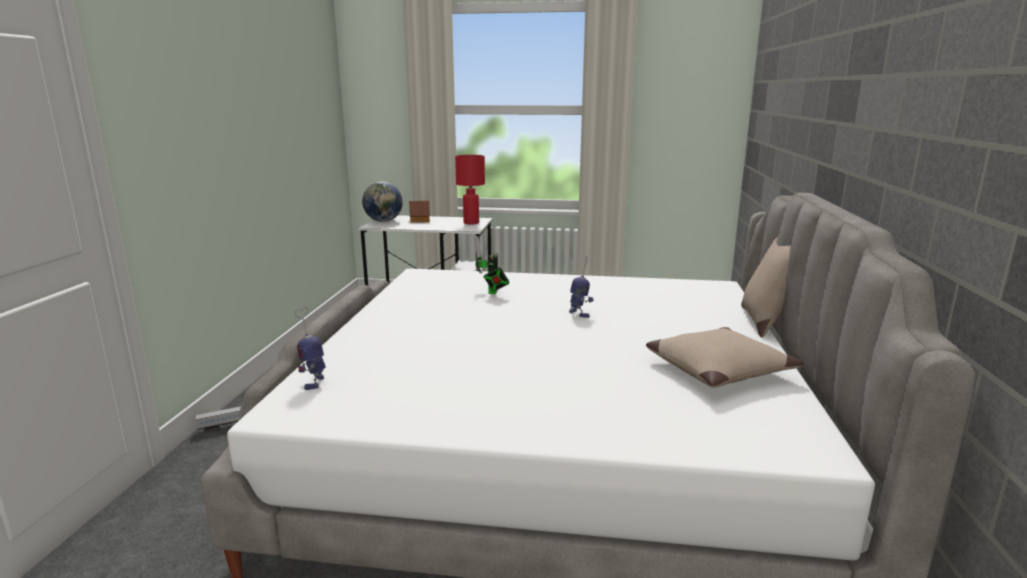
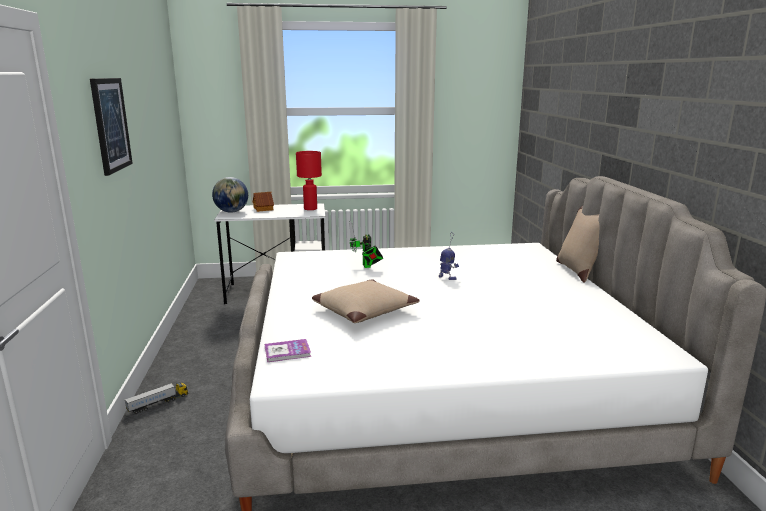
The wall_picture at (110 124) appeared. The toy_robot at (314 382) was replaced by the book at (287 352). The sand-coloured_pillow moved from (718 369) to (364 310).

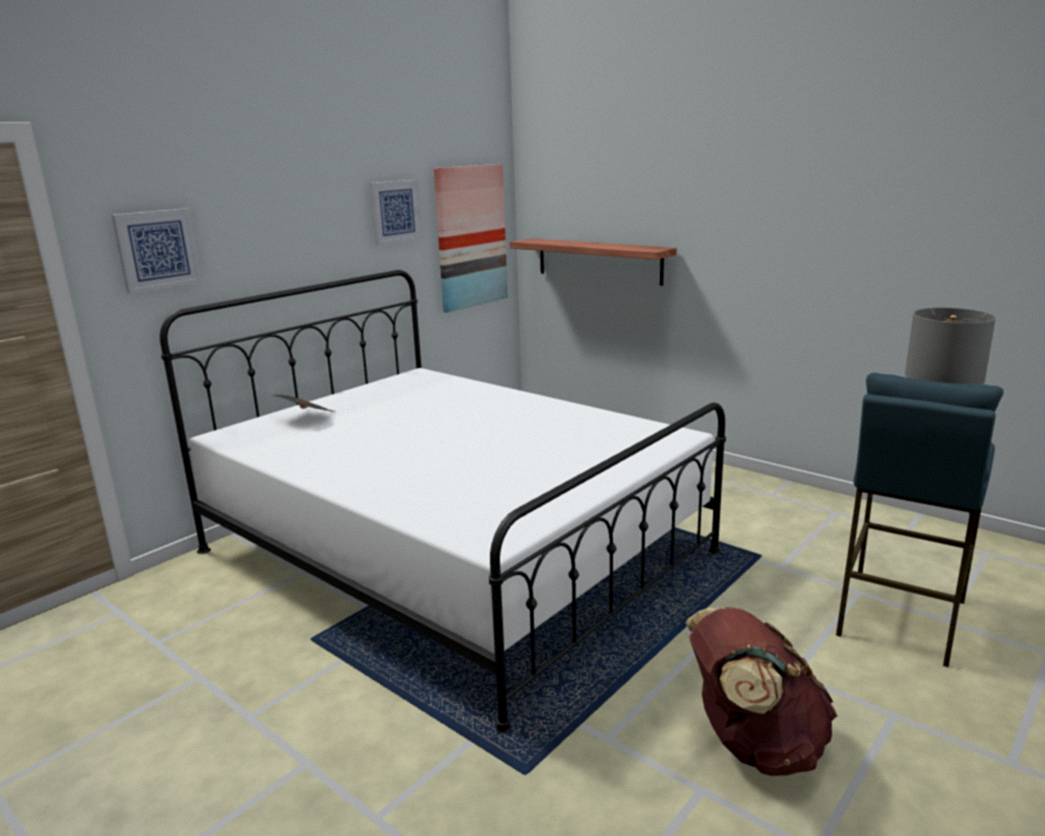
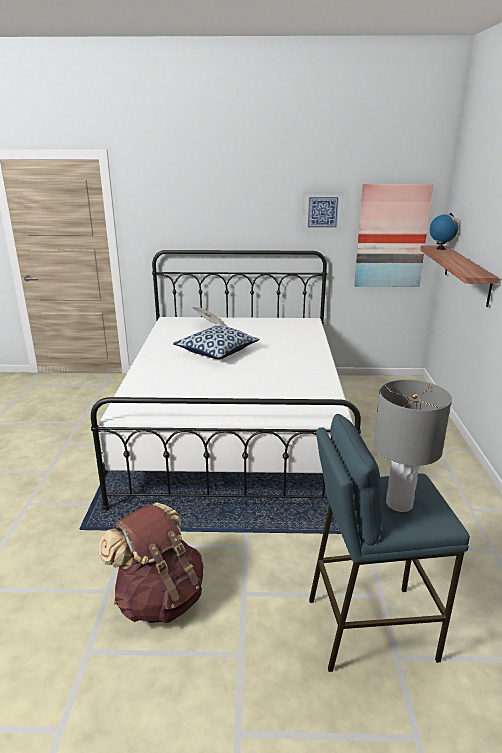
The pillow at (217 352) appeared. The desk_globe at (440 249) appeared. The wall_picture at (157 250) disappeared.

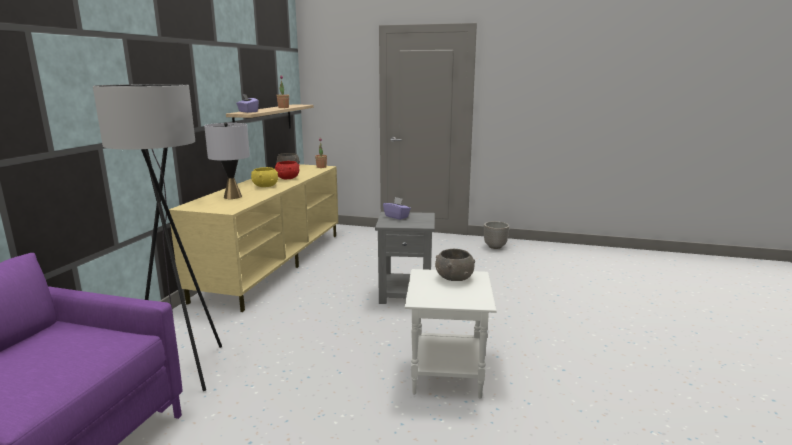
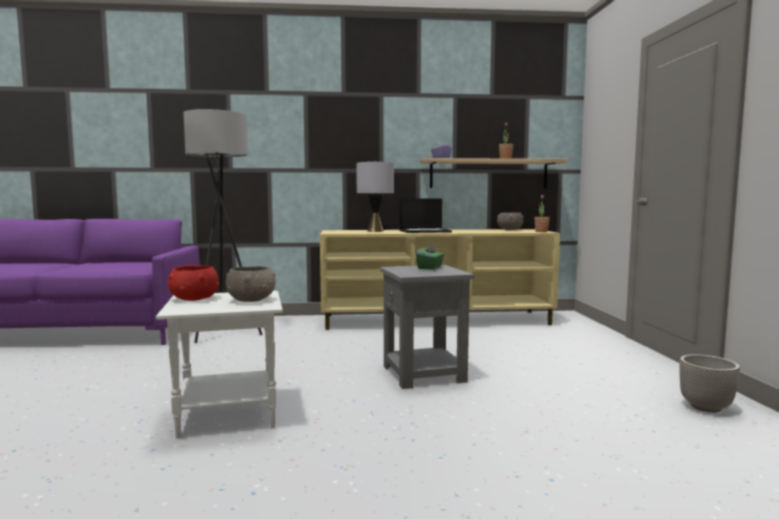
The reddish_deep_dish moved from (287 178) to (193 299). The yellowish_deep_dish at (265 186) was replaced by the notebook_computer at (425 231). The purple-coloured_box_of_tissues at (397 216) became the green-coloured_box_of_tissues at (430 268).

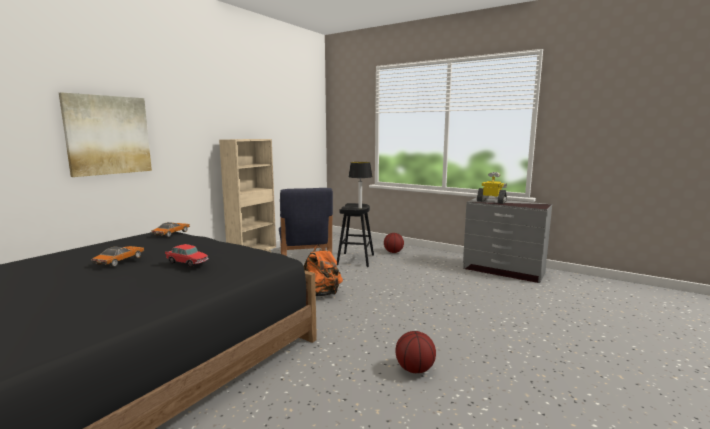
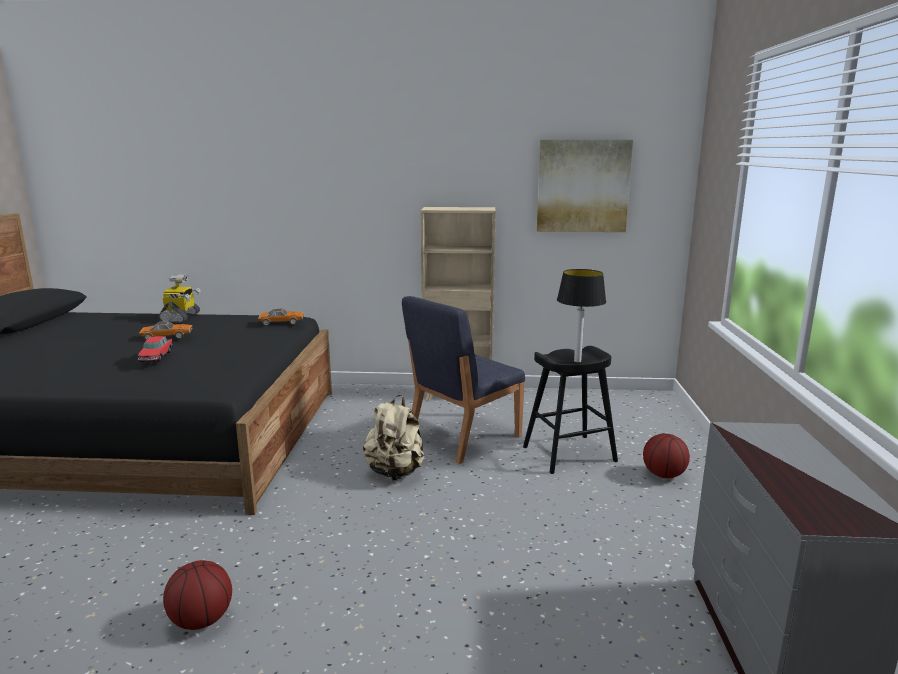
The toy_robot moved from (492 201) to (181 318). The orange_backpack at (321 295) became the sand-coloured_backpack at (395 473). The wall_picture moved from (108 135) to (583 186).

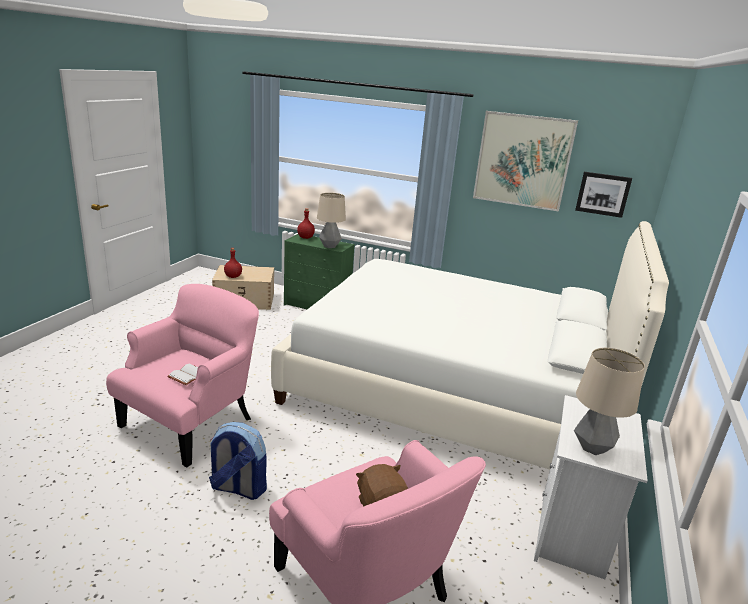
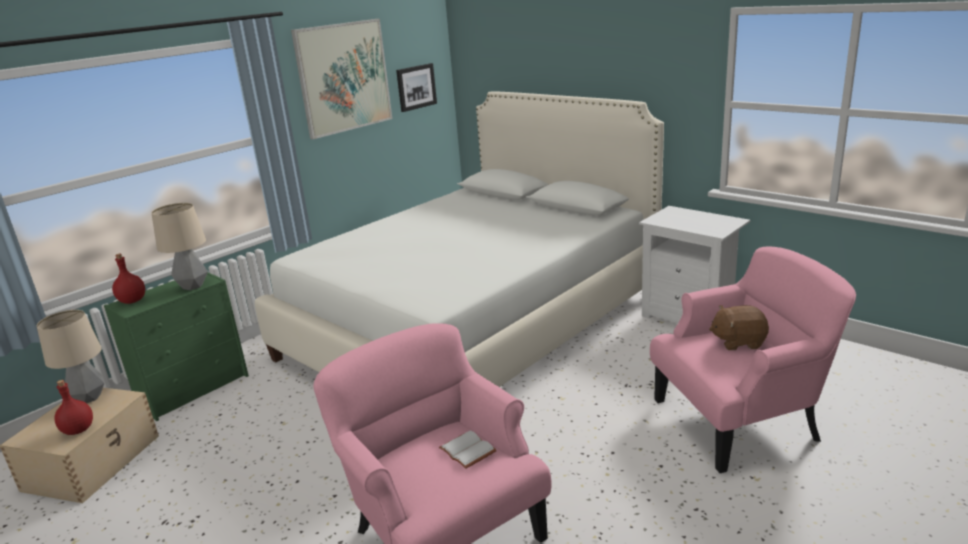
The lamp_for_a_table moved from (592 447) to (88 398). The backpack at (238 488) disappeared.

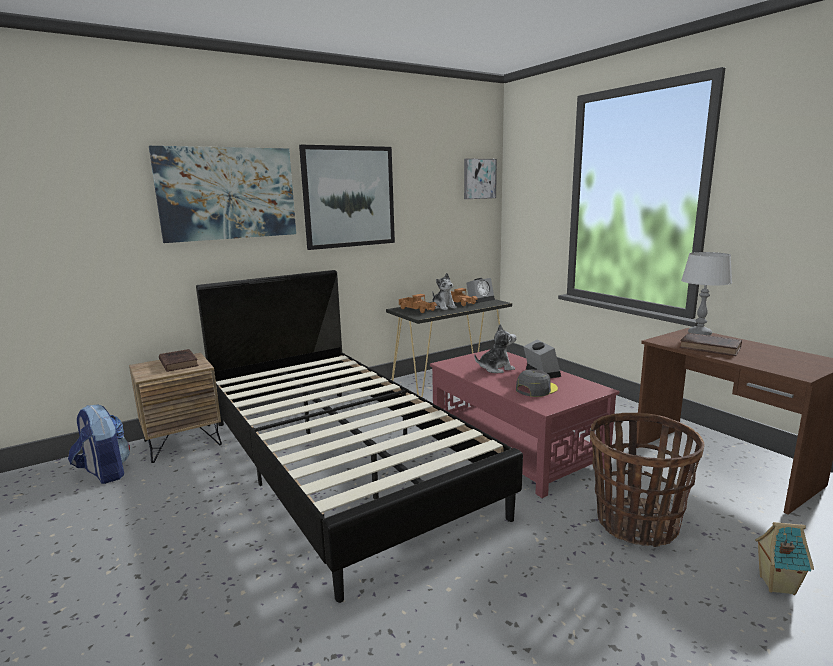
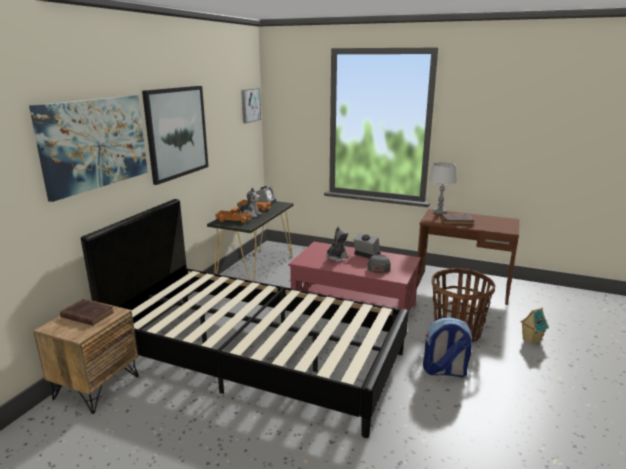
The backpack moved from (104 473) to (444 371).

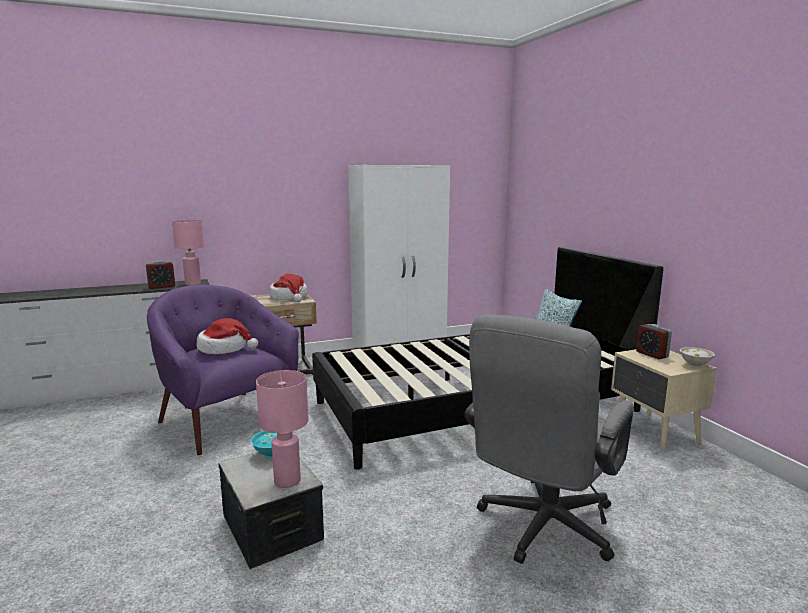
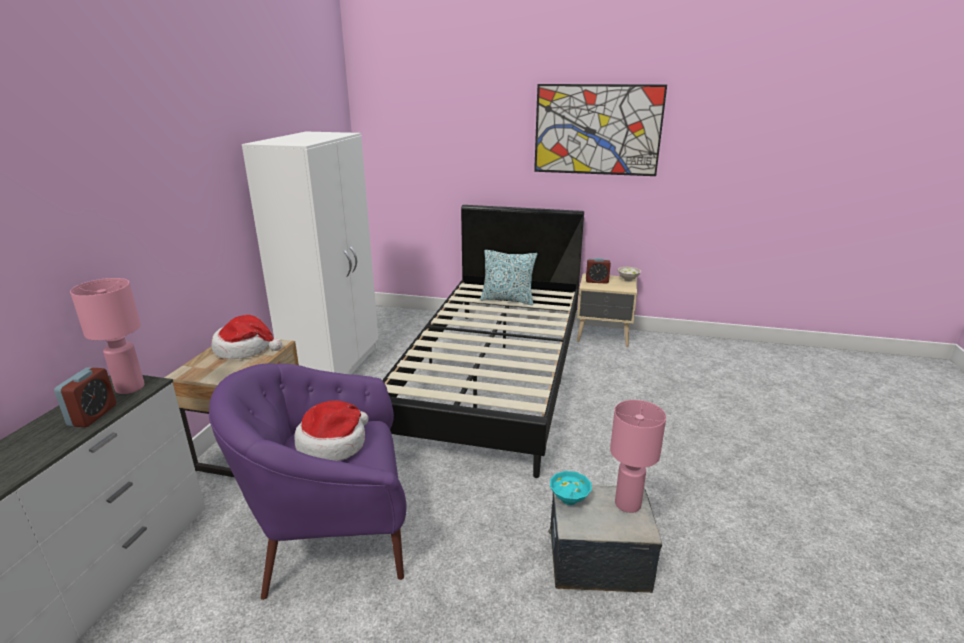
The wall_picture at (597 130) appeared. The grey_desk_chair at (541 529) disappeared.

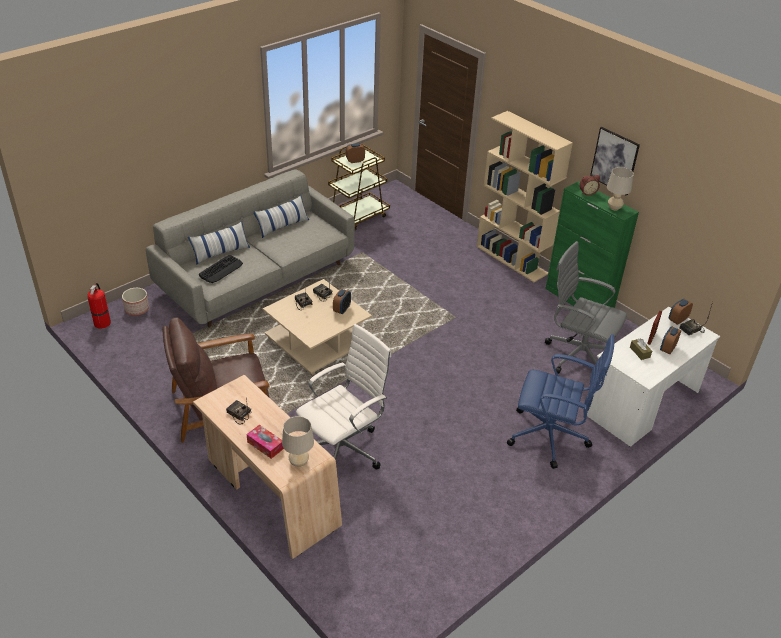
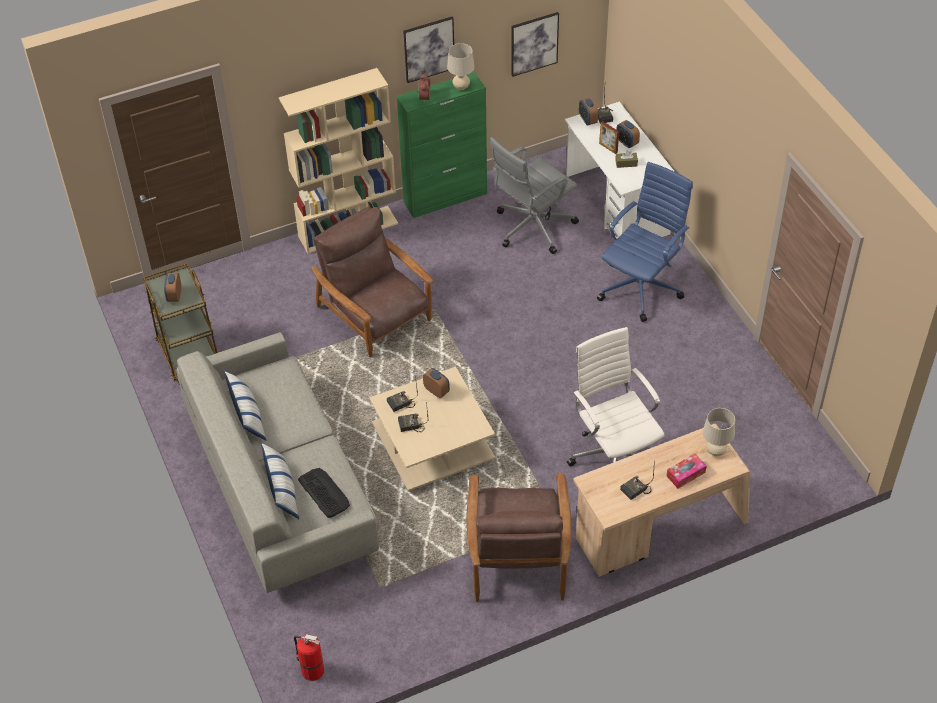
The brown_lounge_chair at (375 314) appeared. The wall_picture at (534 43) appeared. The plant_pot at (137 309) disappeared.

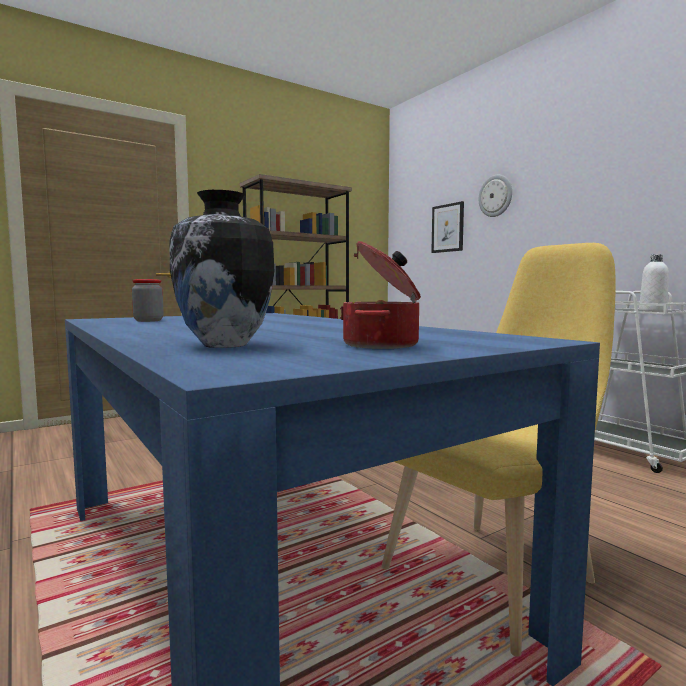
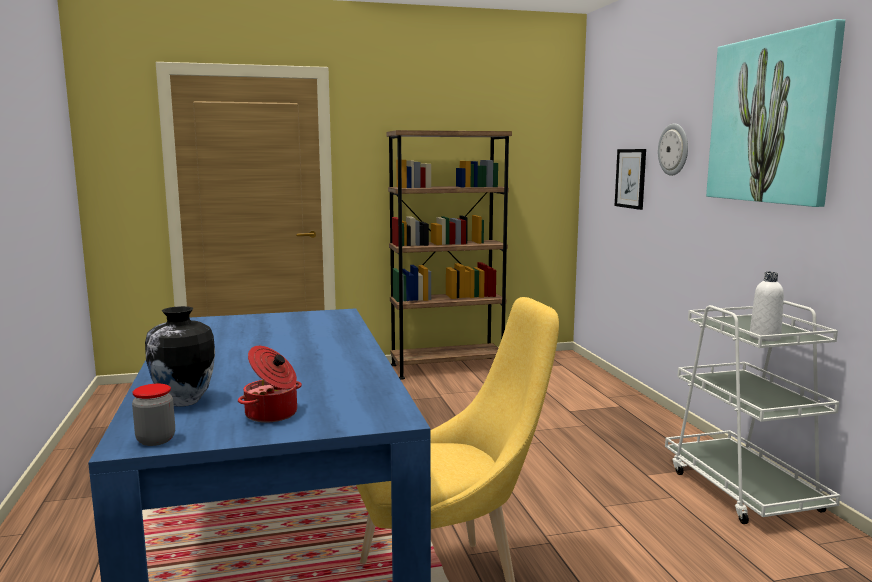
The storage_jar moved from (148 321) to (156 440). The wall_picture at (771 120) appeared.

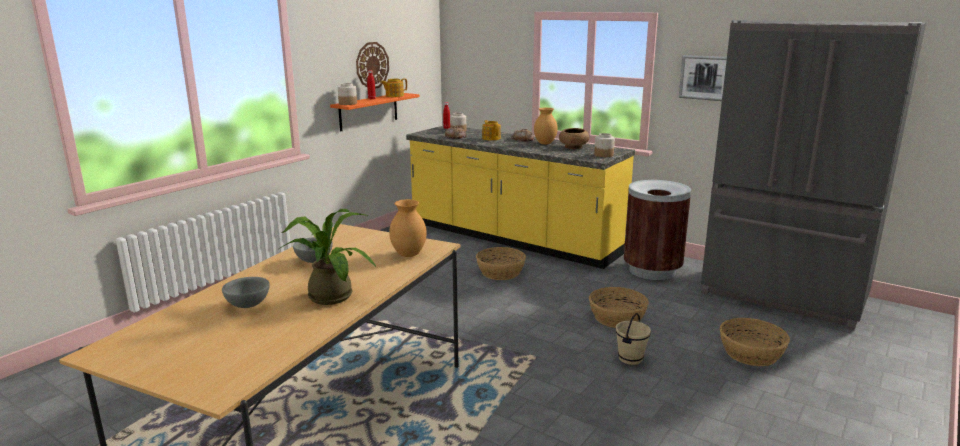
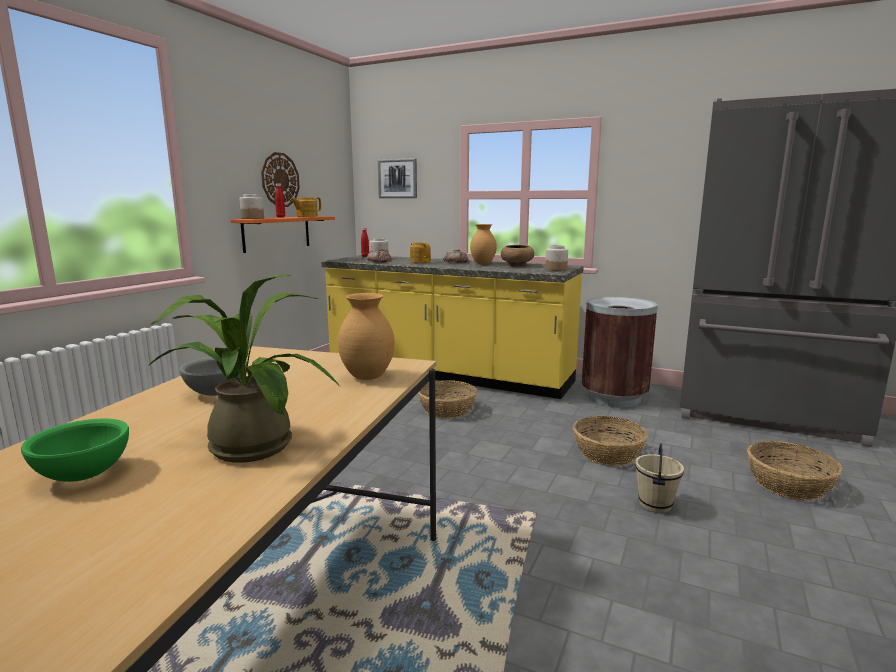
The grey_deep_dish at (247 305) became the green-coloured_deep_dish at (82 475). The wall_picture moved from (705 77) to (397 178).

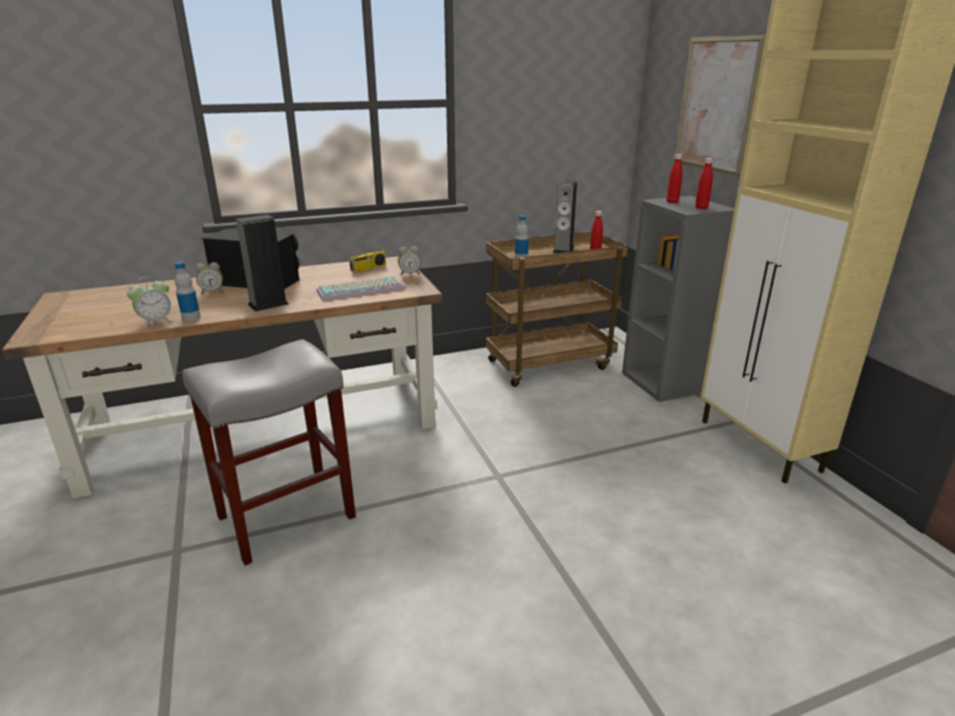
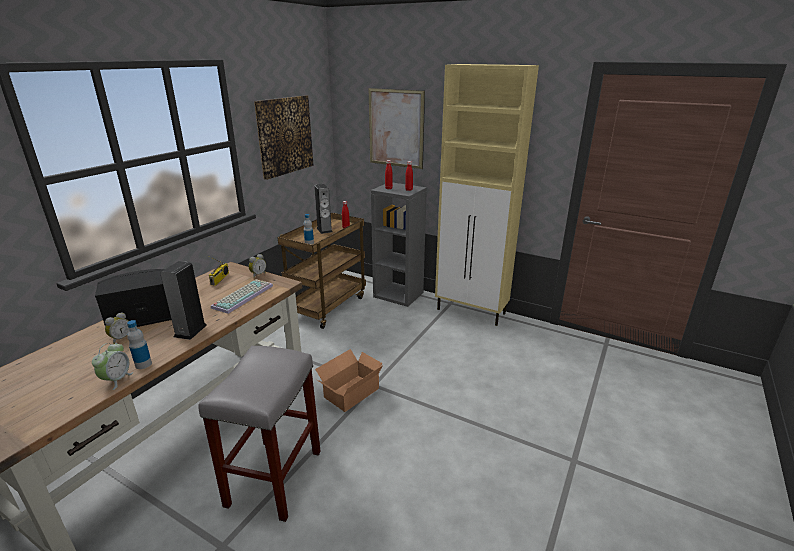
The wall_picture at (284 136) appeared. The packing_box at (349 392) appeared.

